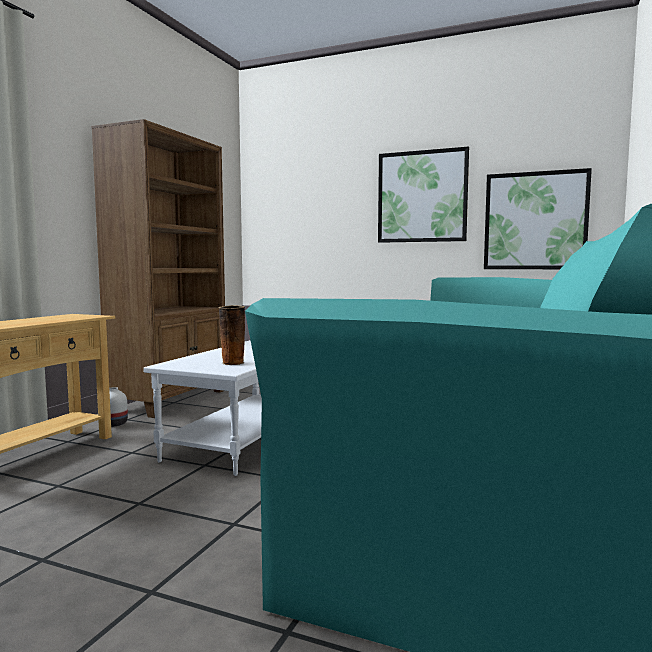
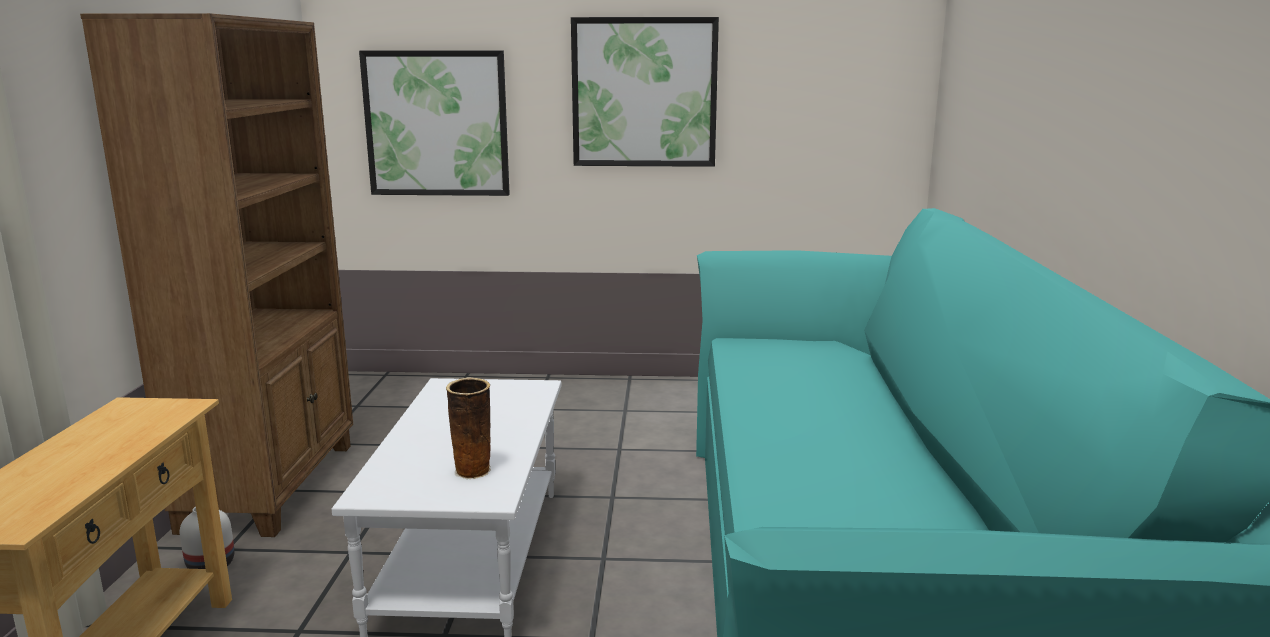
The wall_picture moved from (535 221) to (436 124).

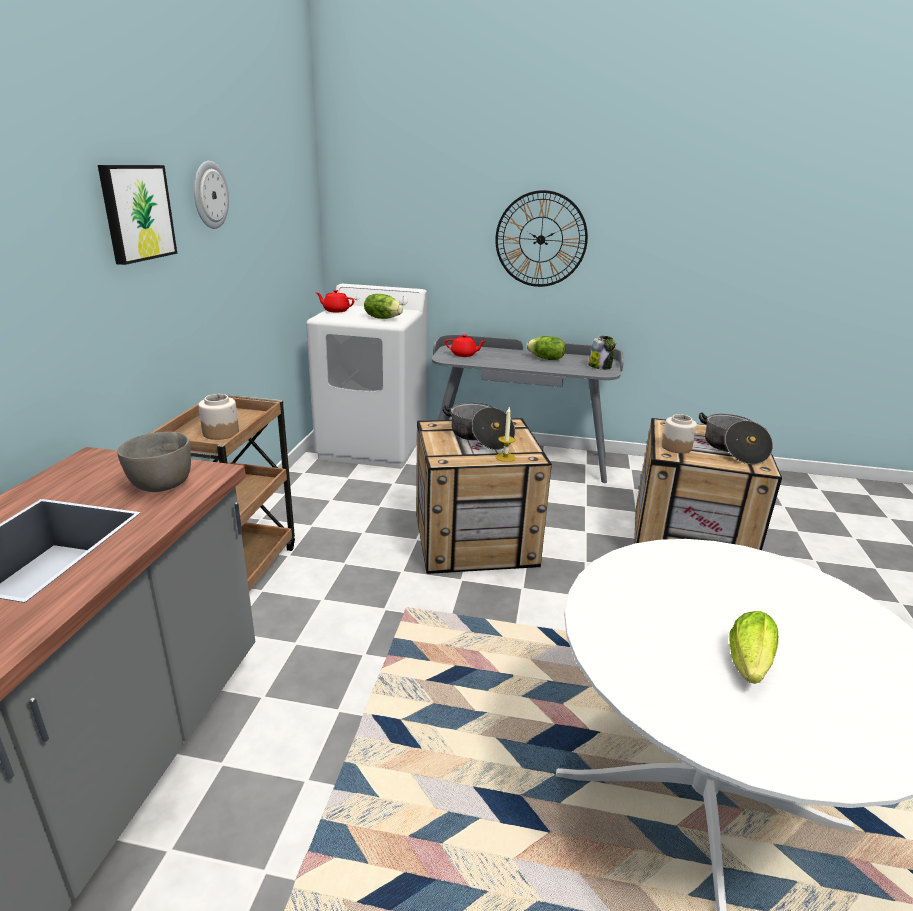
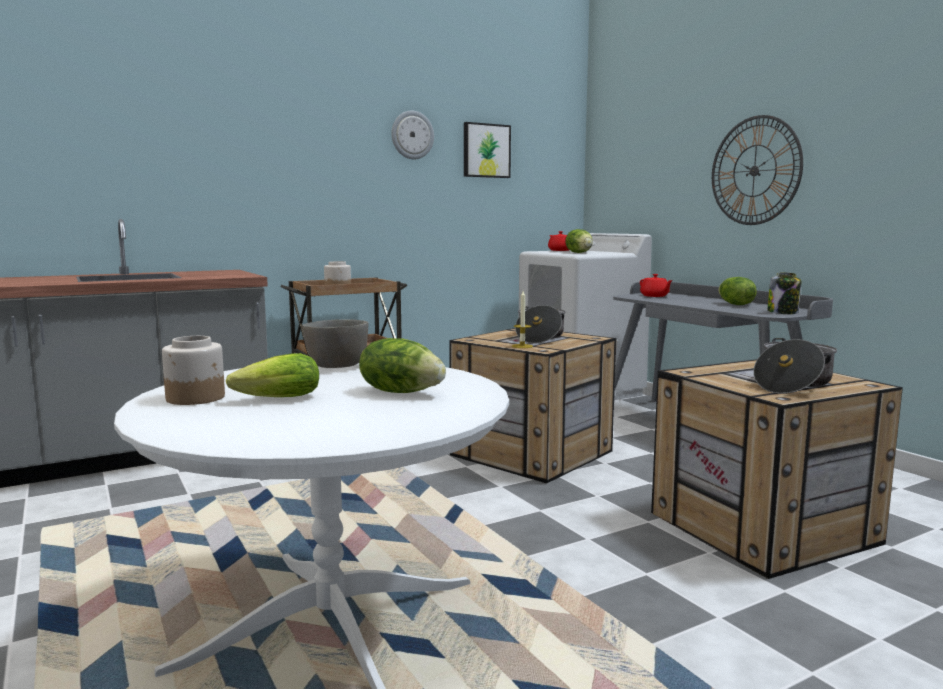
The storage_jar moved from (676 447) to (196 398). The grey_deep_dish moved from (160 485) to (336 366). The head_of_lettuce at (401 392) appeared. The wall_picture moved from (136 213) to (486 151).

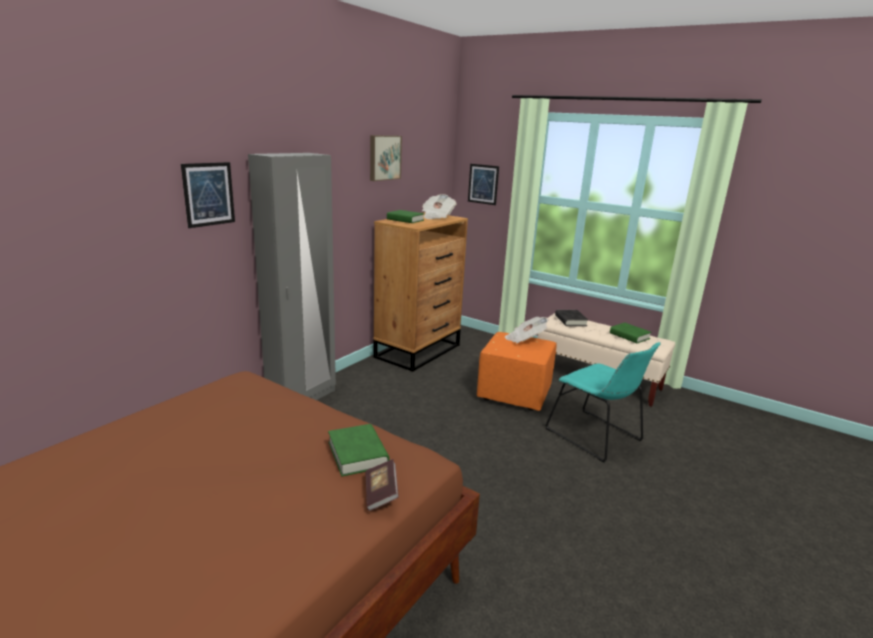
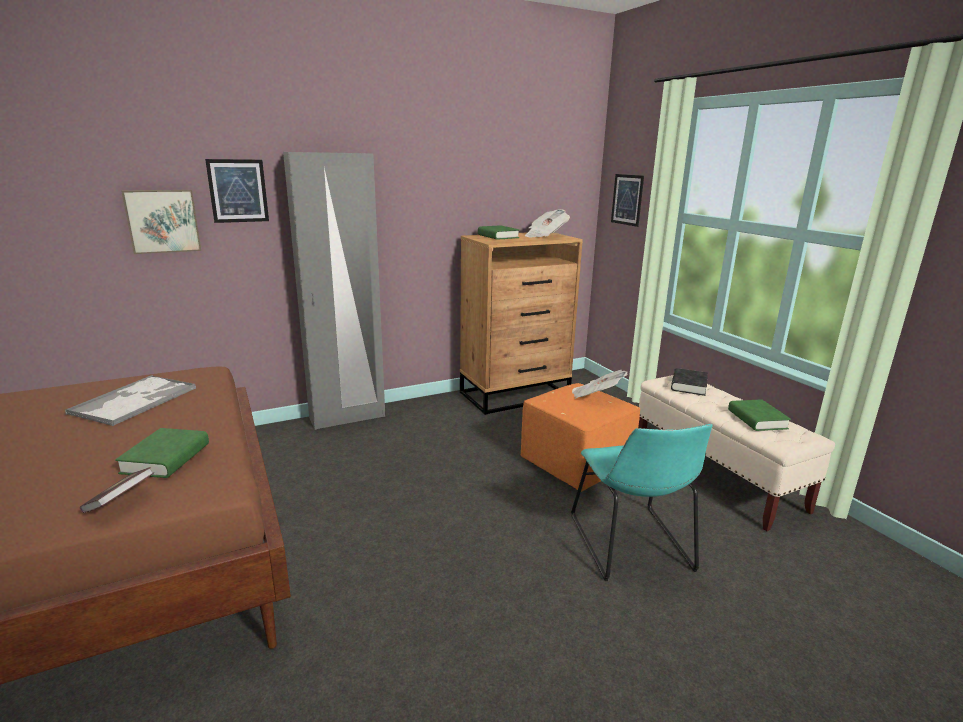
The carrying_tray at (135 400) appeared. The wall_picture moved from (384 157) to (163 221).

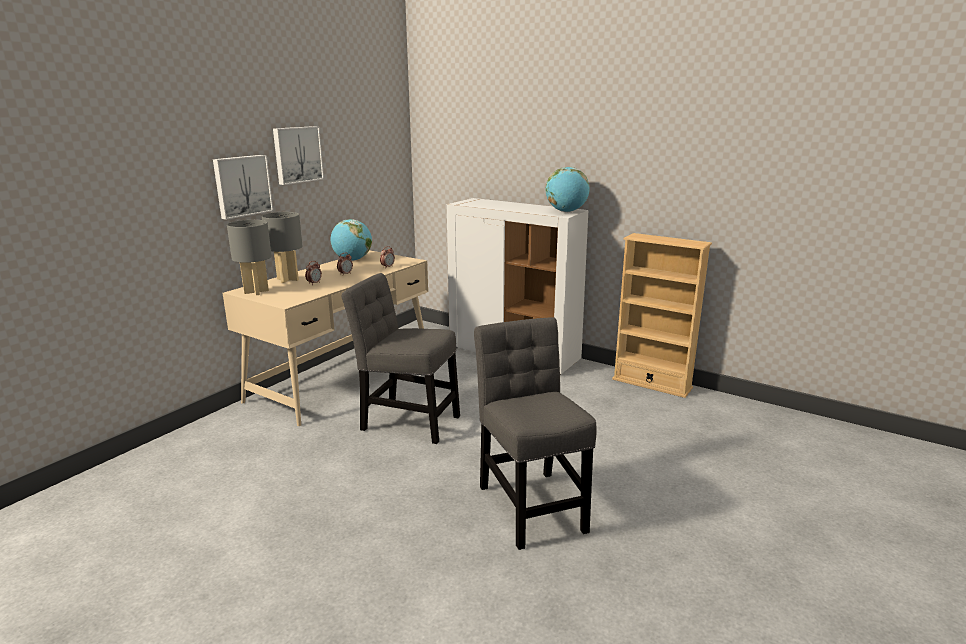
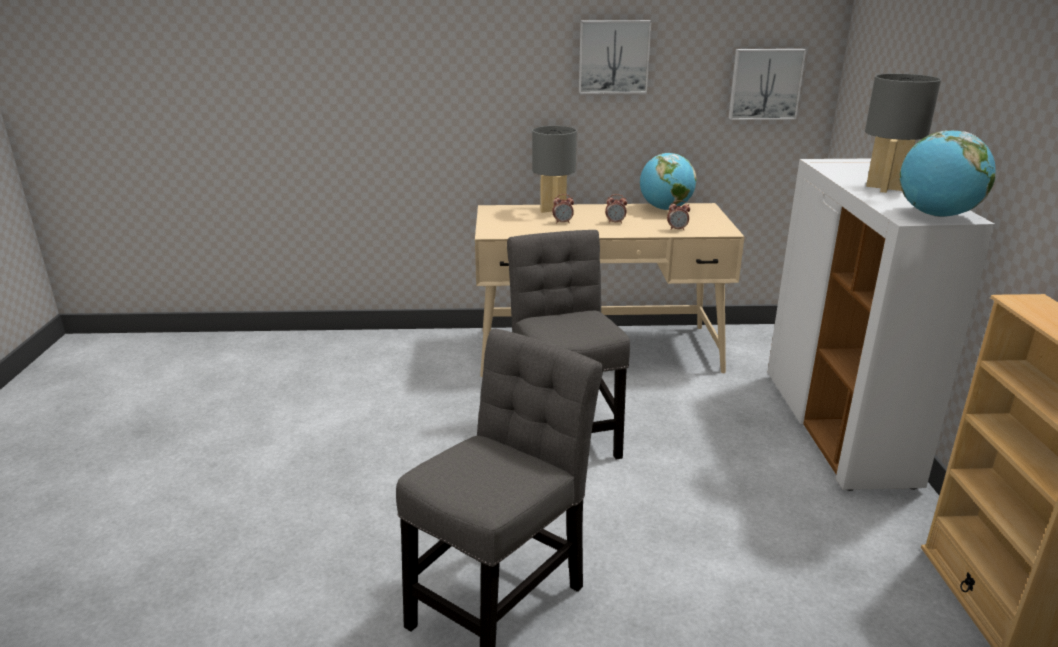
The wall_picture moved from (242 186) to (765 84). The grey_lamp_for_a_table moved from (256 292) to (884 188).

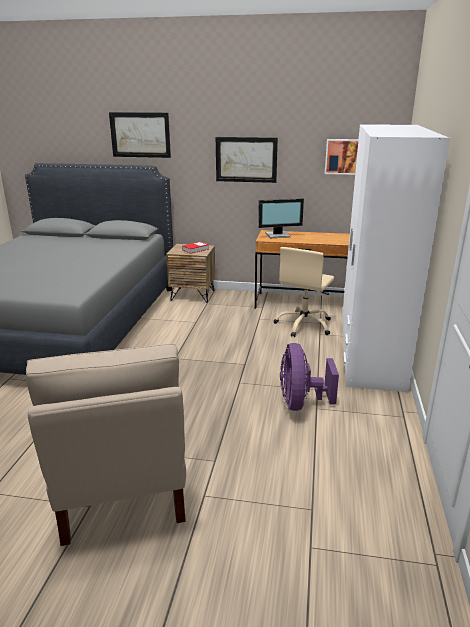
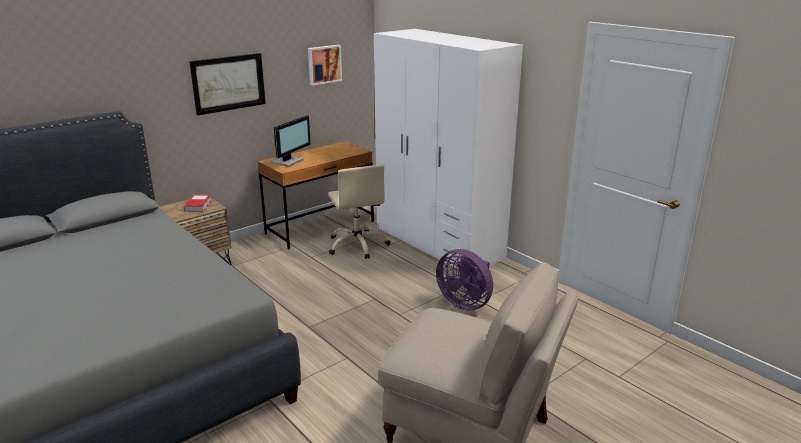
The wall_picture at (140 135) disappeared.

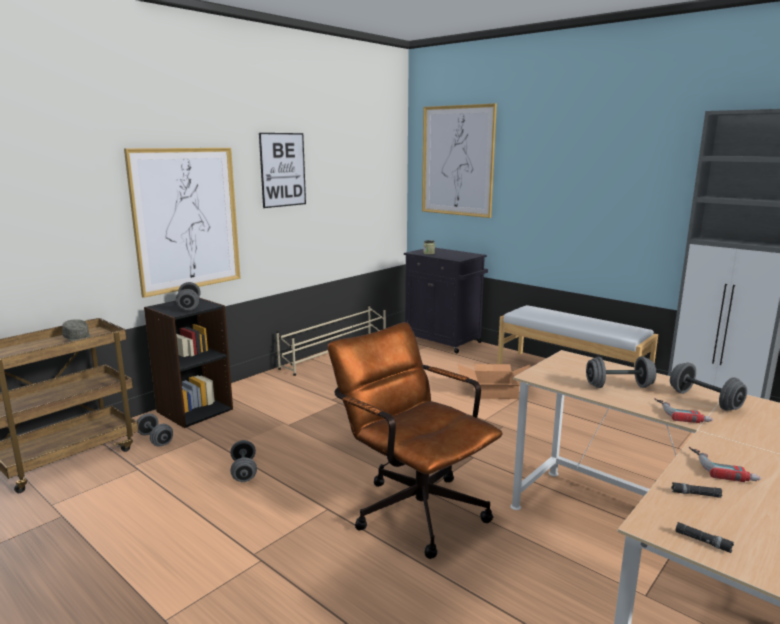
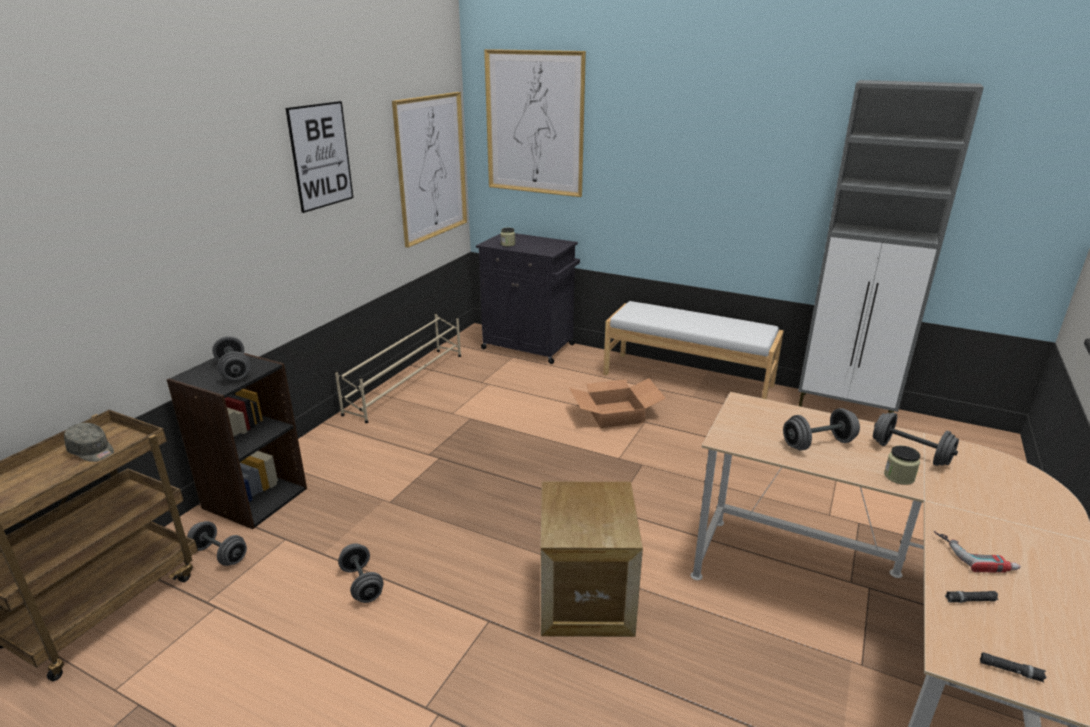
The wall_picture moved from (186 219) to (431 167). The brown_desk_chair at (412 506) was replaced by the shipping_crate at (585 597). The drill at (682 413) was replaced by the storage_jar at (899 477).

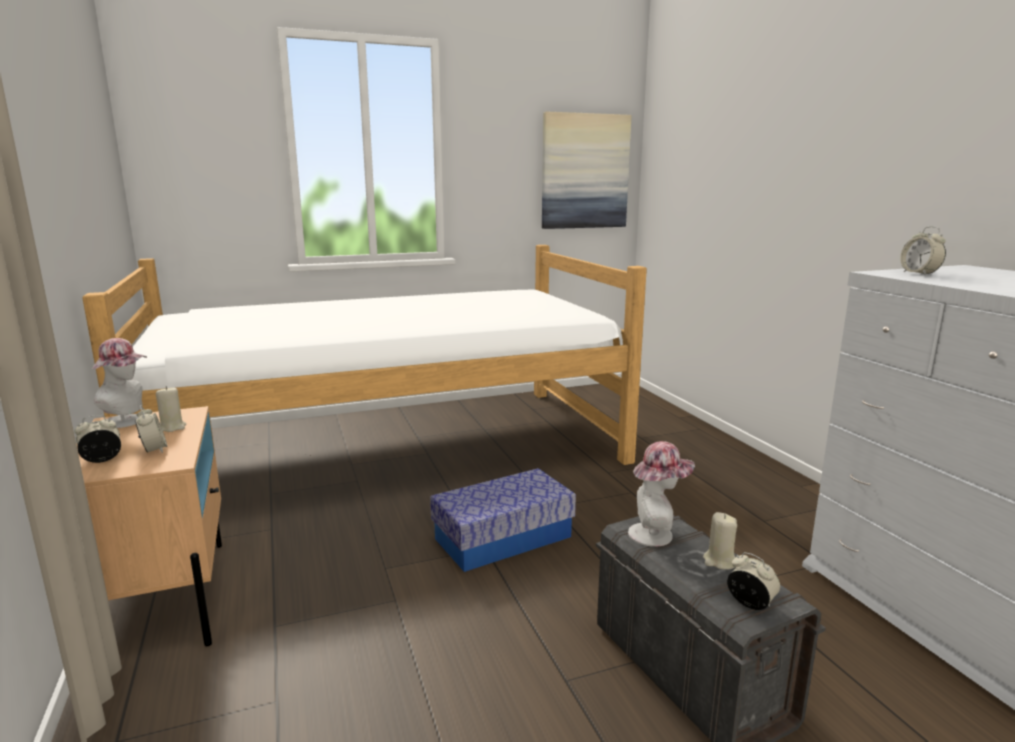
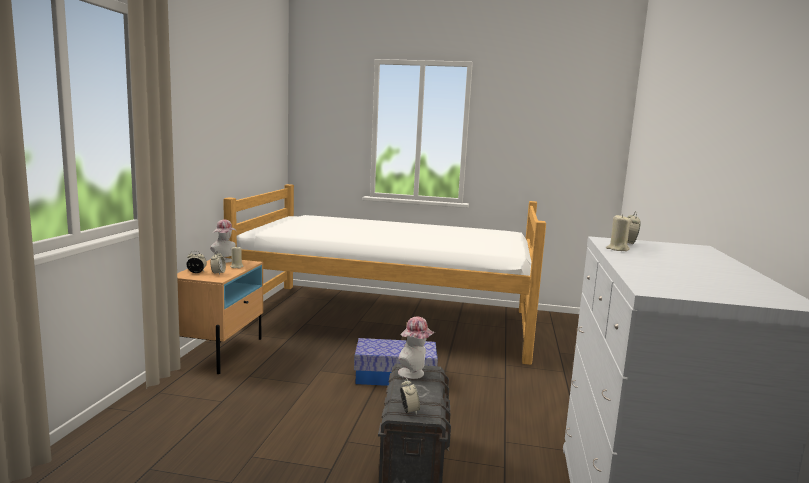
The sand-coloured_wax_light moved from (719 561) to (617 249). The wall_picture at (584 171) disappeared.

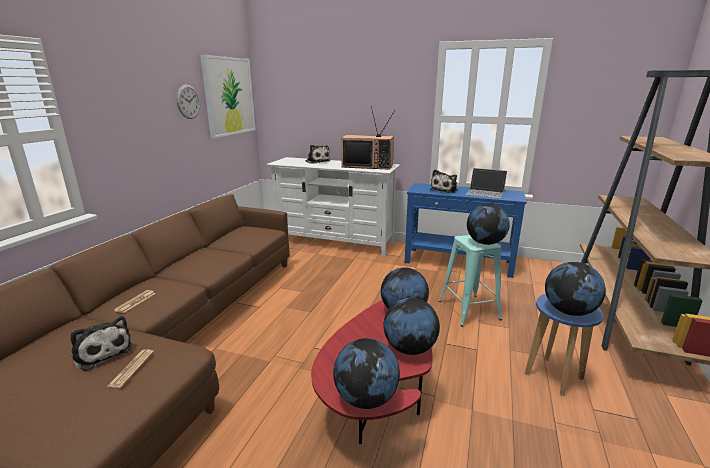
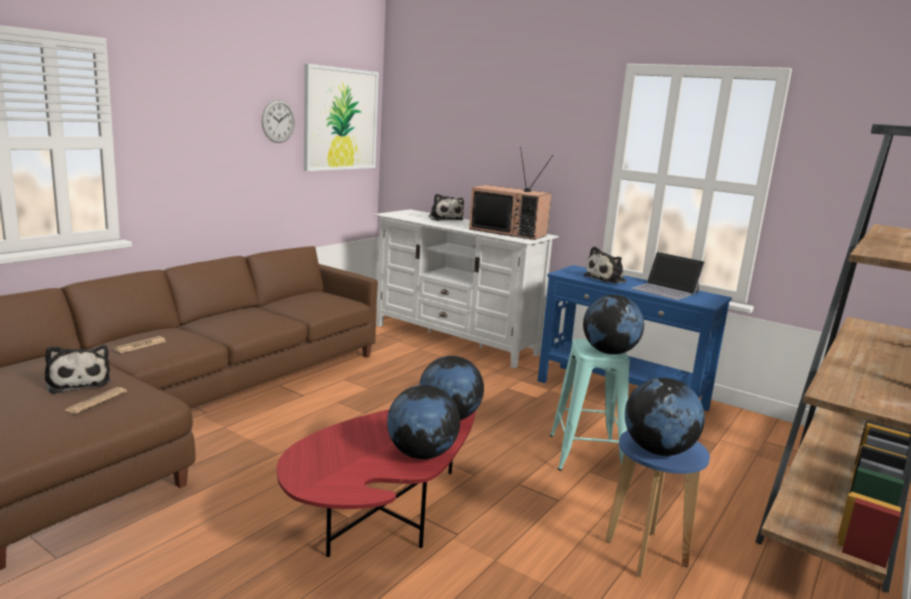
The desk_globe at (366 398) disappeared.

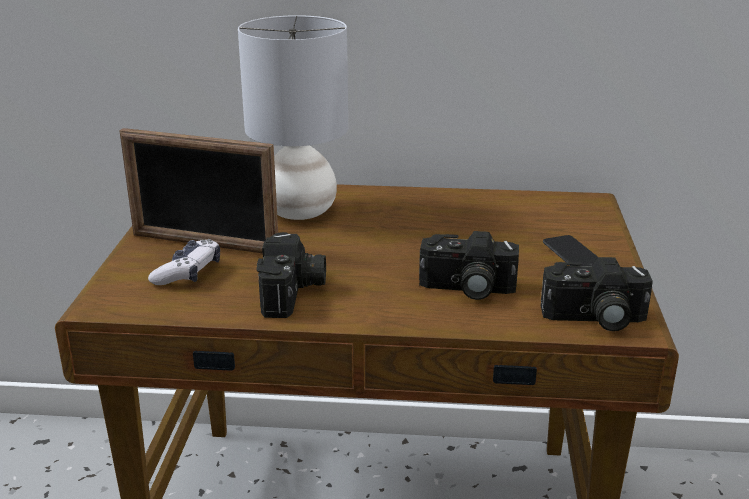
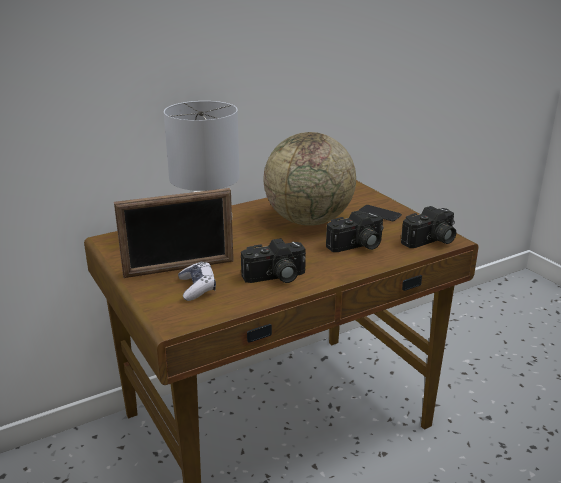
The still_camera at (293 293) turned 105 degrees clockwise. The desk_globe at (309 220) appeared.

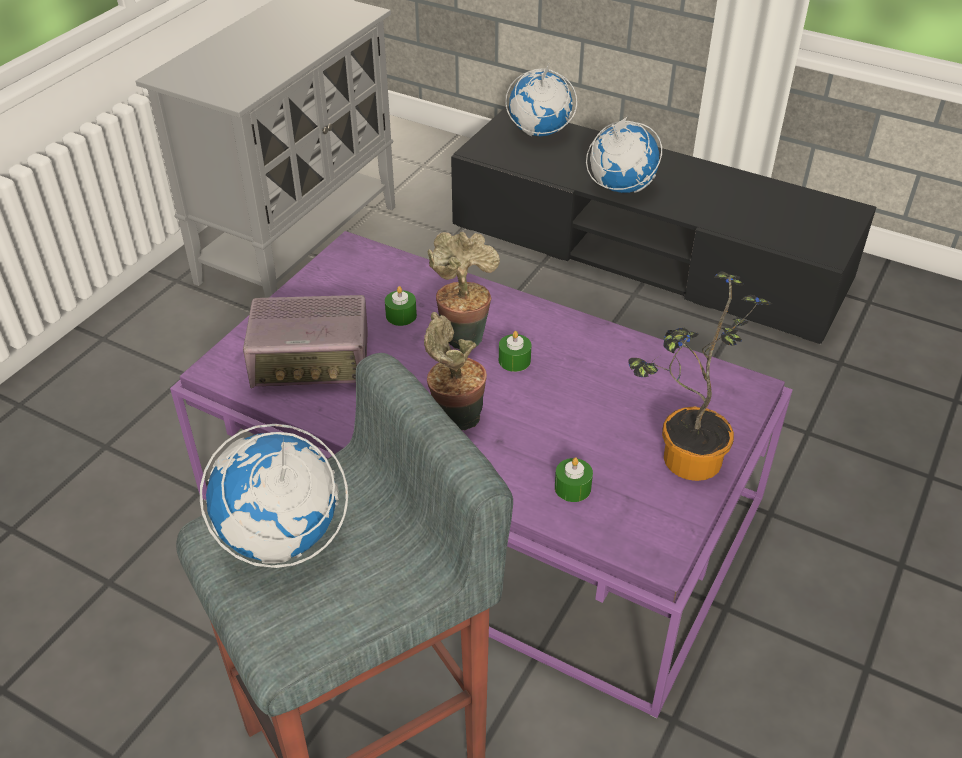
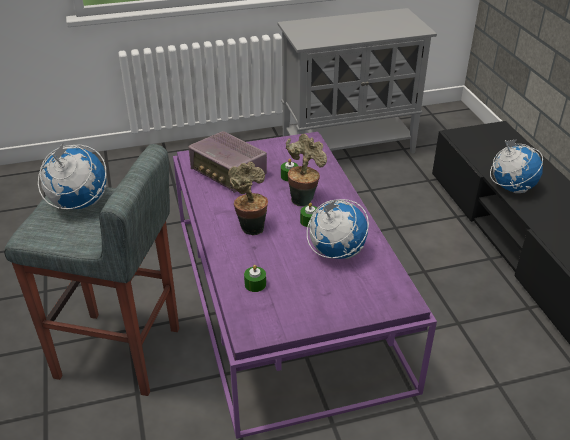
The desk_globe moved from (538 133) to (336 252). The potted_plant at (682 460) disappeared.

